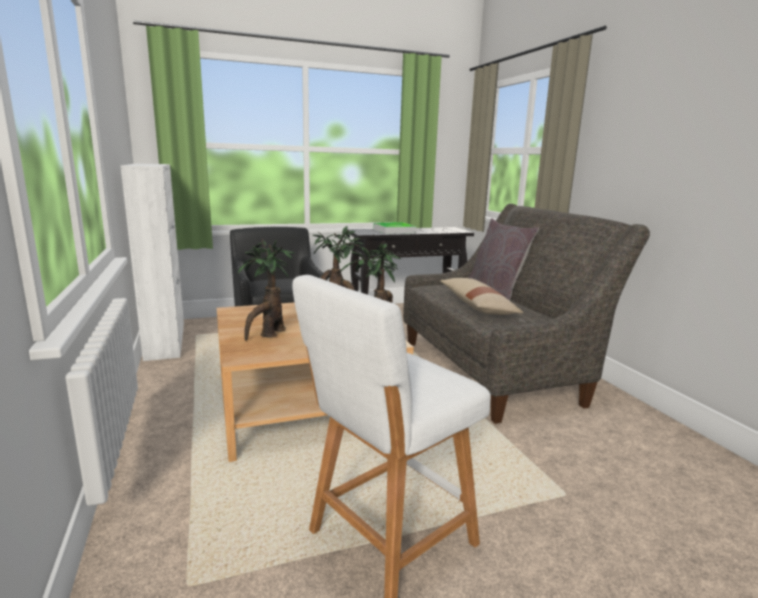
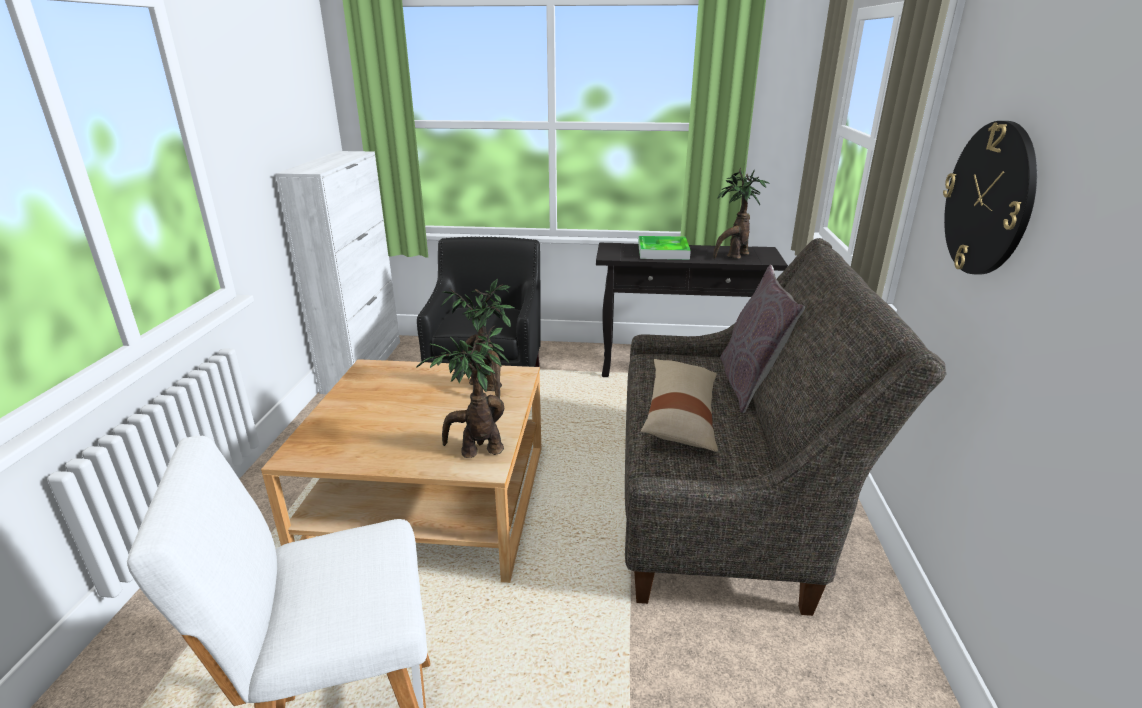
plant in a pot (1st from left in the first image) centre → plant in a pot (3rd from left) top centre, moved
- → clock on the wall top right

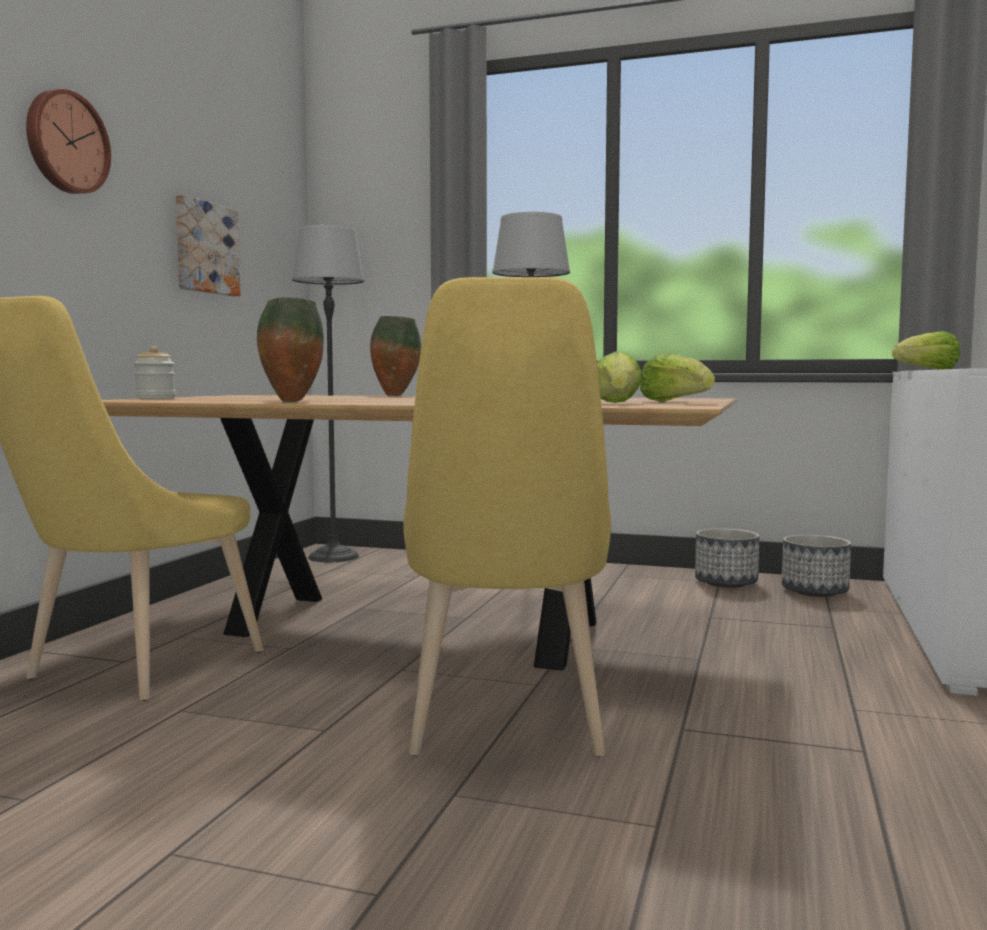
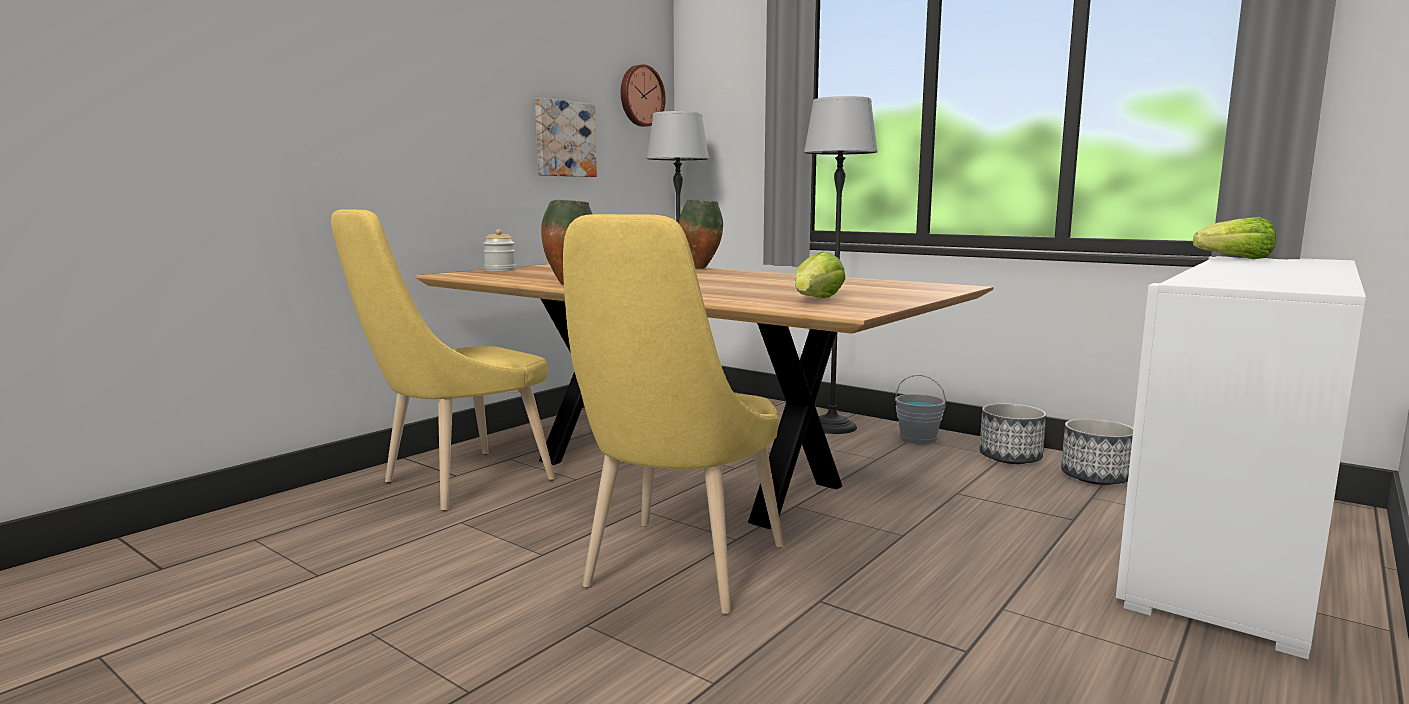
clock on the wall top left → clock on the wall top centre, moved
- → bucket (grey) centre
lettuce (2nd from left) middle right → -

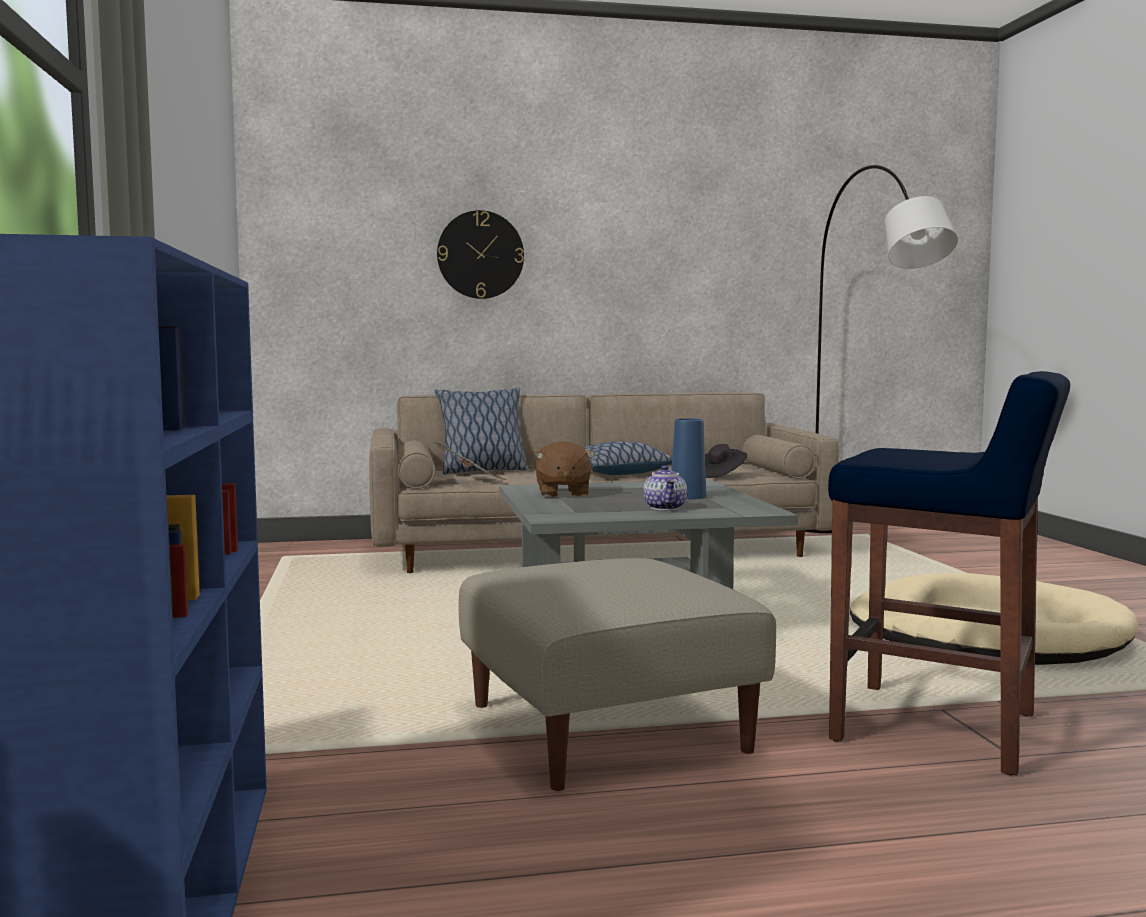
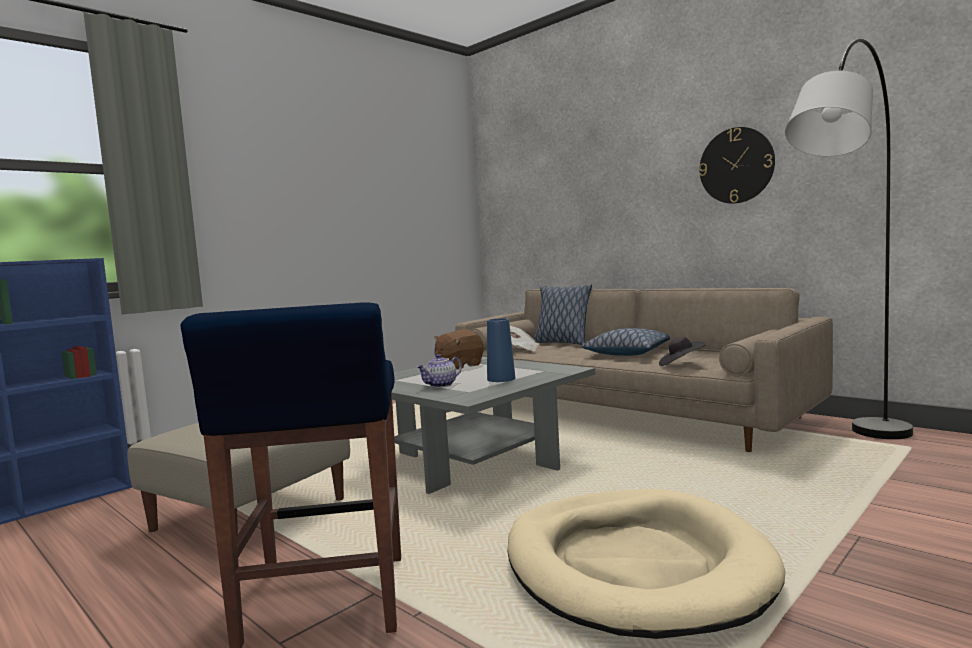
clock on the wall top centre → clock on the wall top right, moved

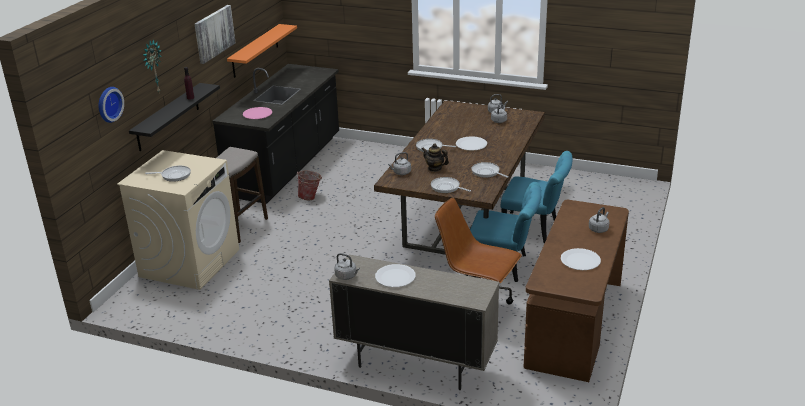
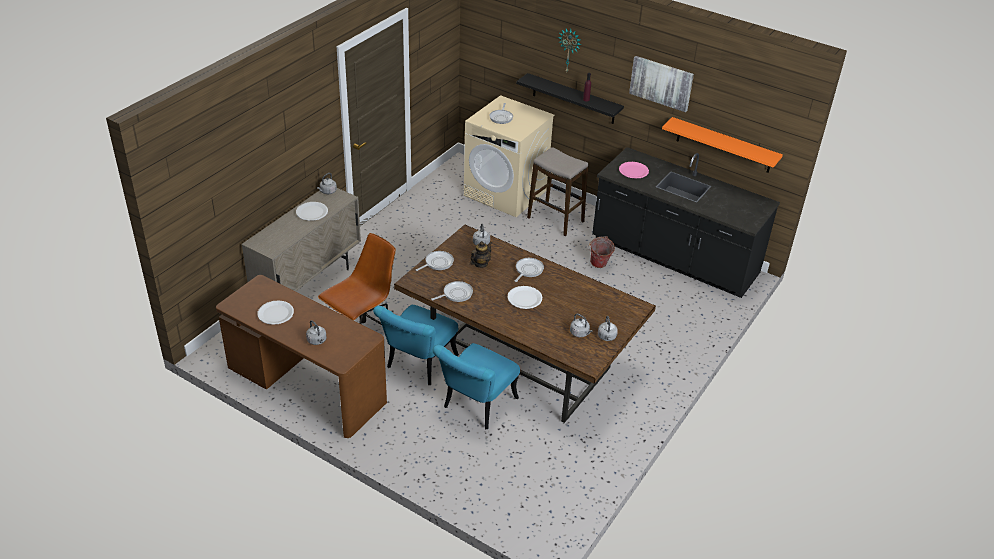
clock on the wall (1st from left) top left → -

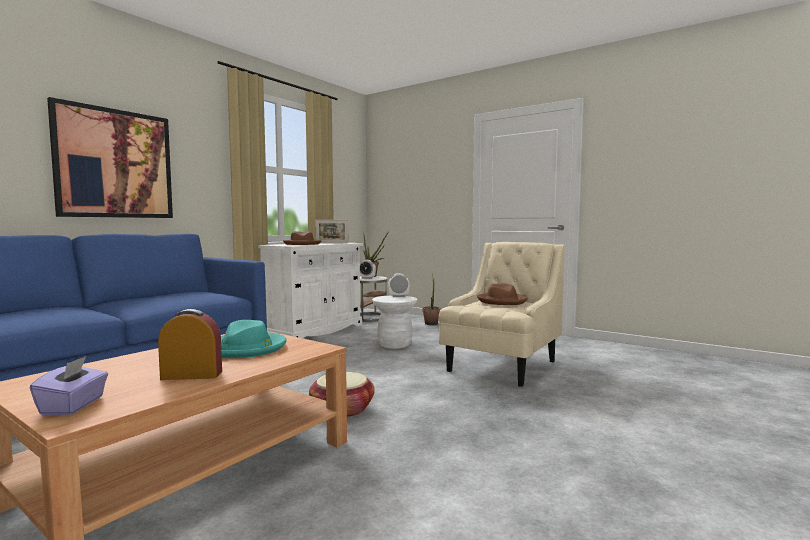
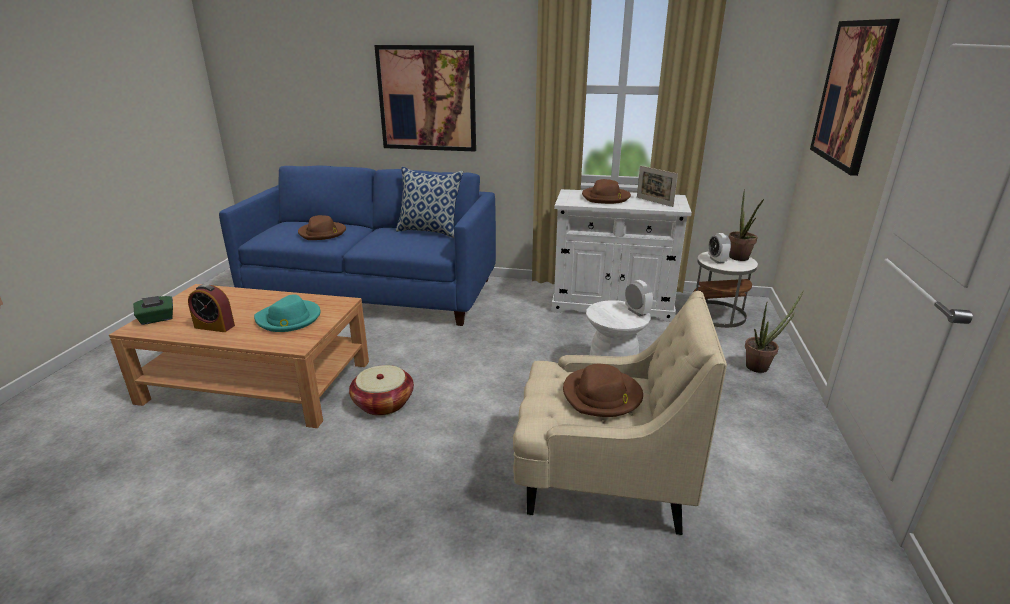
box of tissues (purple) bottom left → box of tissues (green) middle left
table clock (1st from left) middle left, 135 degrees clockwise
- → hat (brown-coloured) (1st from left) middle left
- → throw pillow centre
- → picture (2nd from left) top right

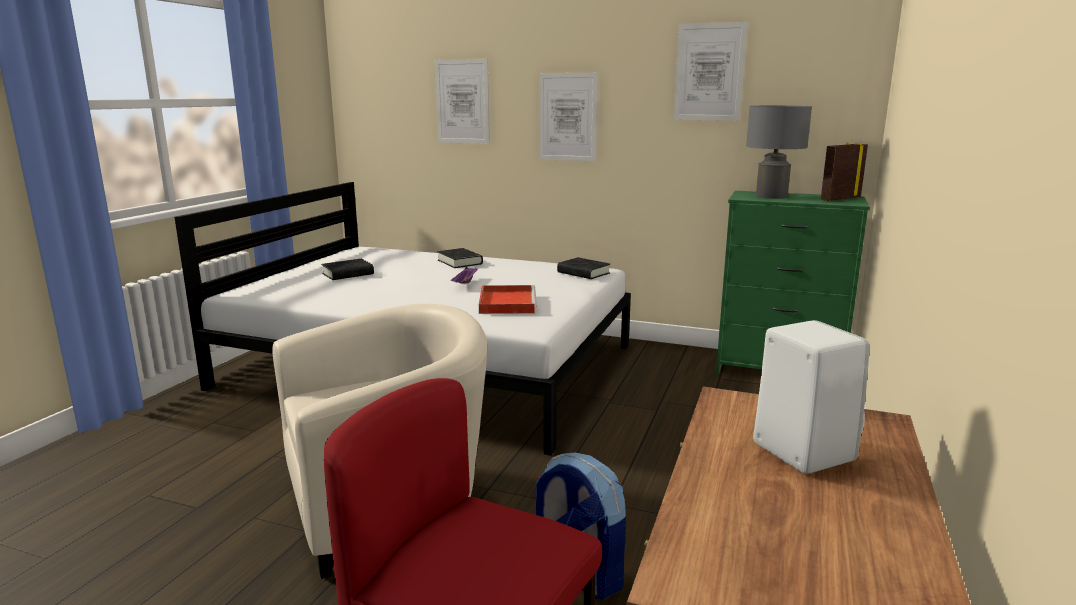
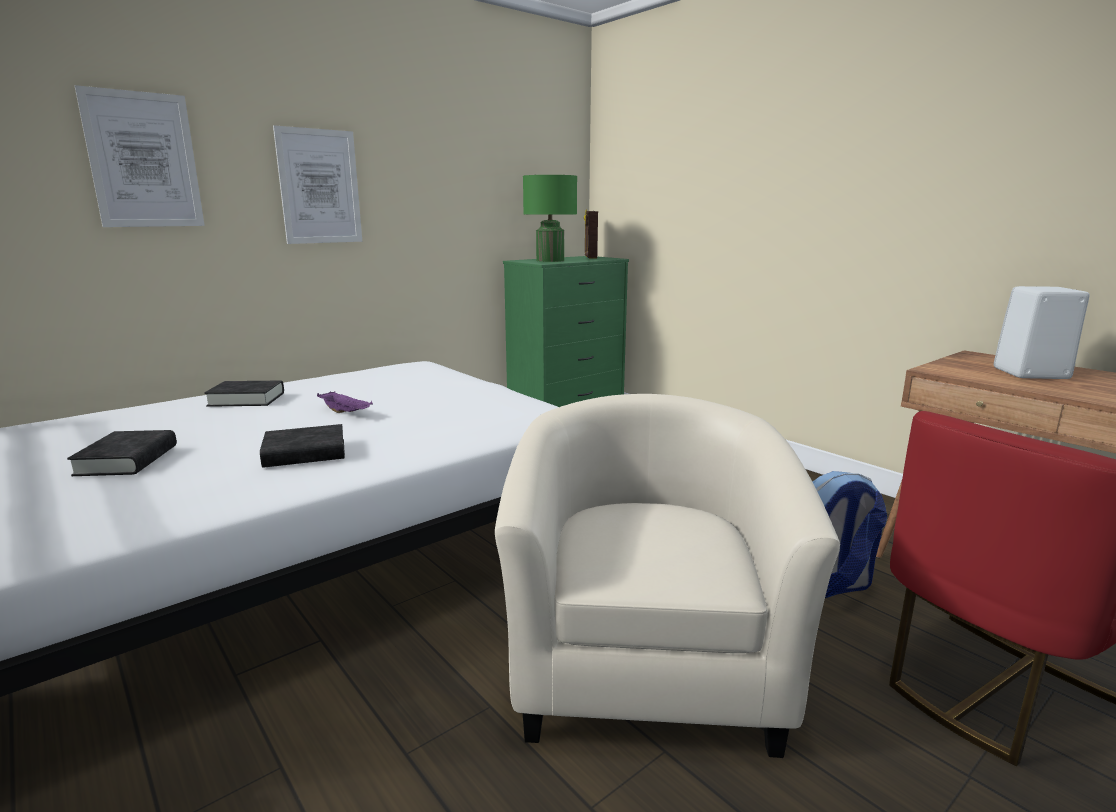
book (black-coloured) (3rd from left) centre → book (black-coloured) (3rd from left) middle left, moved
tabletop lamp (grey) top right → tabletop lamp (green) top centre
tray (red-coloured) centre → -
picture (3rd from left) top centre → -

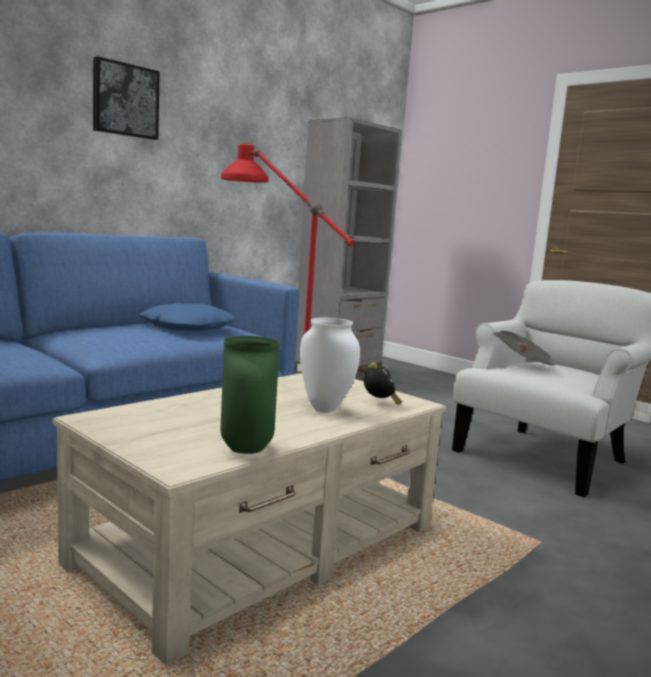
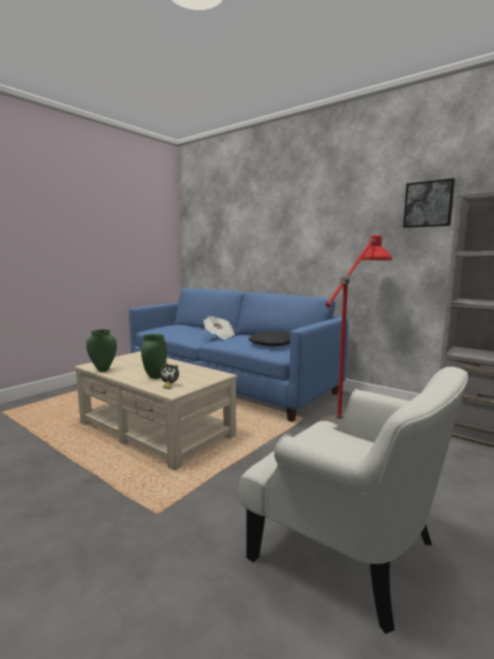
decorative vase (whitish) centre → decorative vase (green) (2nd from left) middle left
printed paper middle right → printed paper centre, moved
throw pillow (blue) middle left → throw pillow (black-coloured) centre
picture top left → picture top right, moved

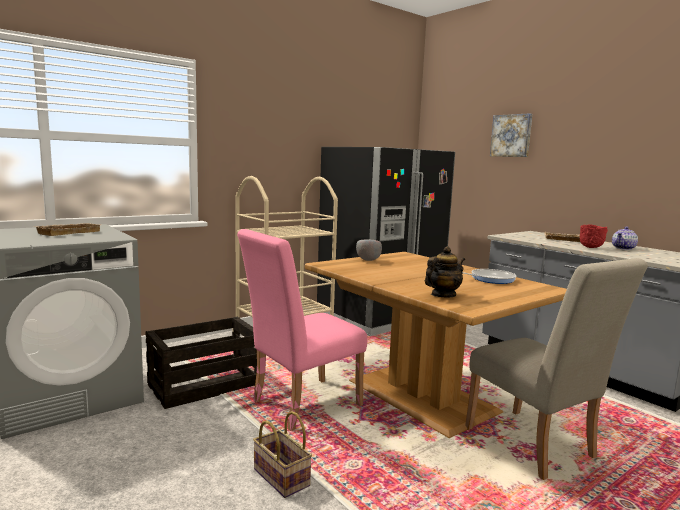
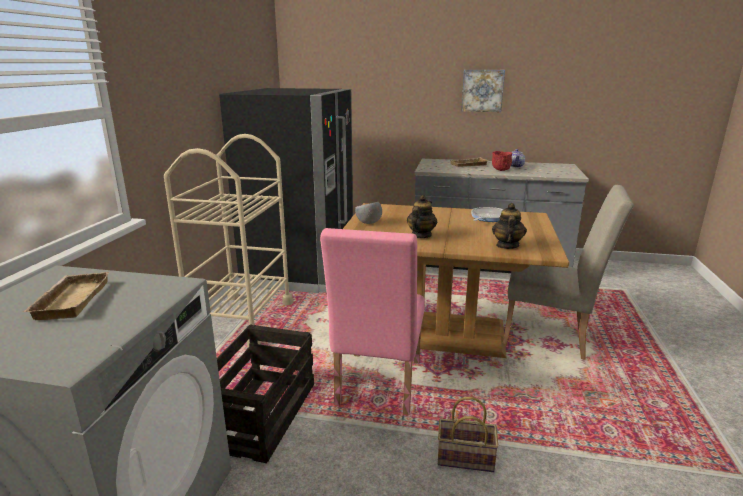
- → tea pot (1st from left) centre
picture top right → picture top centre, moved

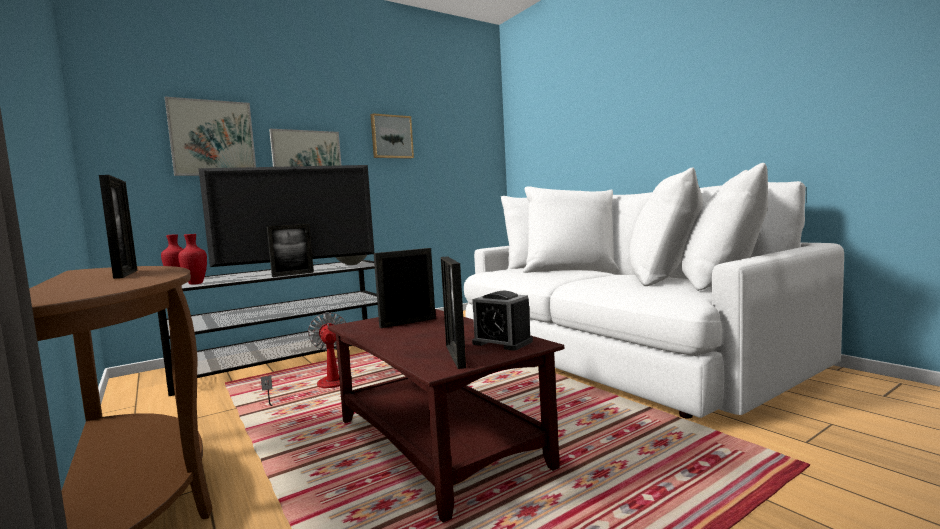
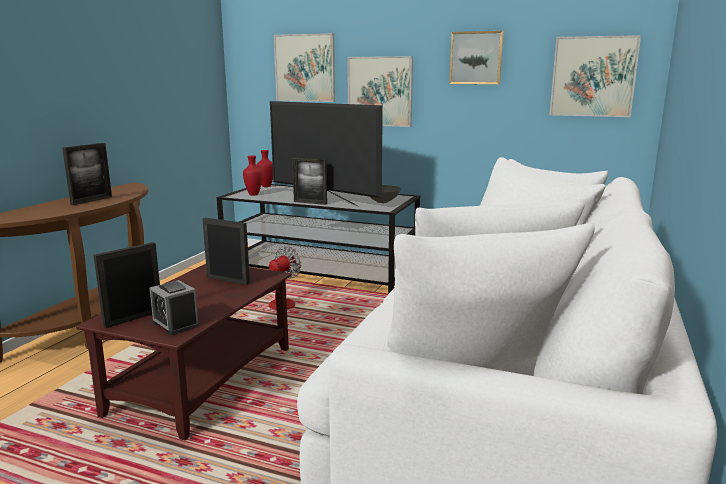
table clock centre → table clock middle left, 45 degrees counterclockwise
- → picture (4th from left) top right

